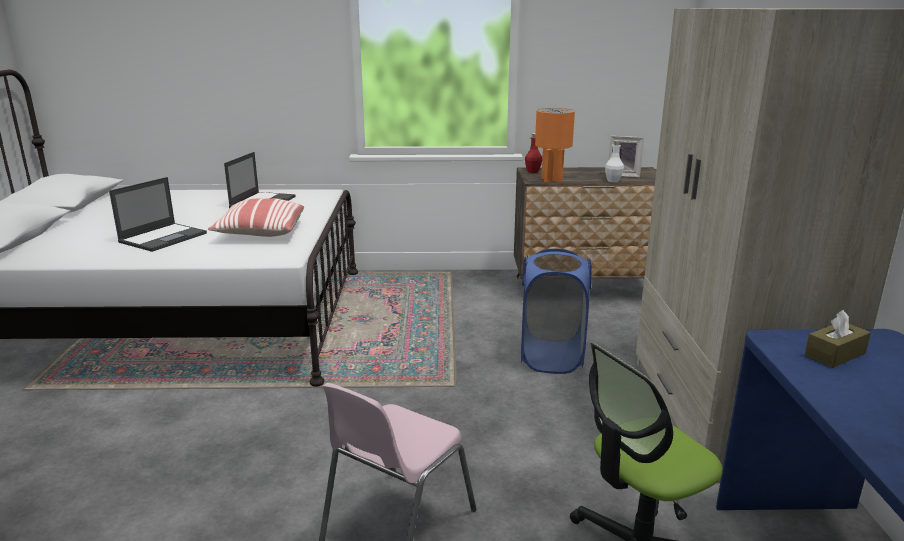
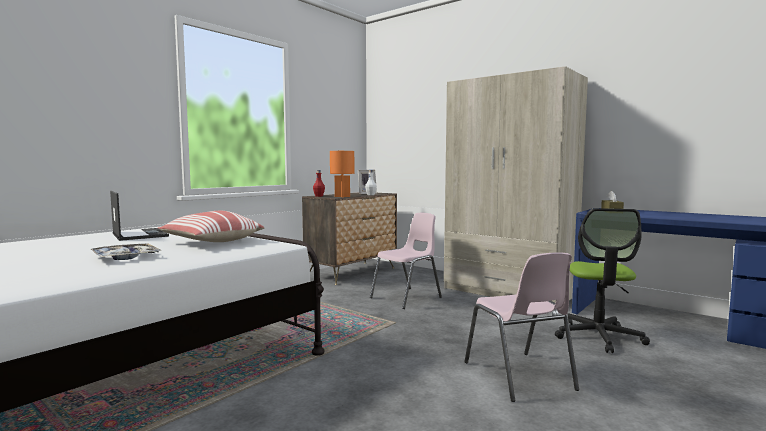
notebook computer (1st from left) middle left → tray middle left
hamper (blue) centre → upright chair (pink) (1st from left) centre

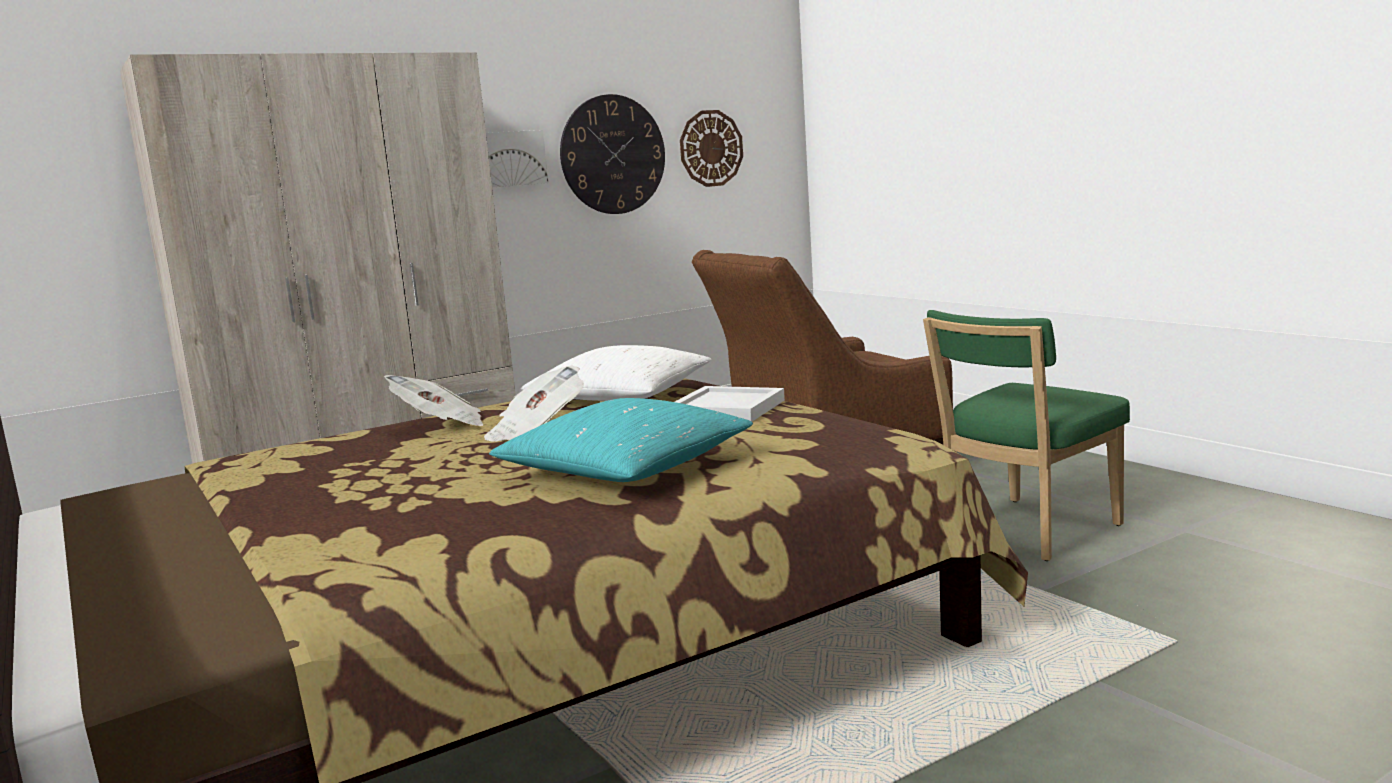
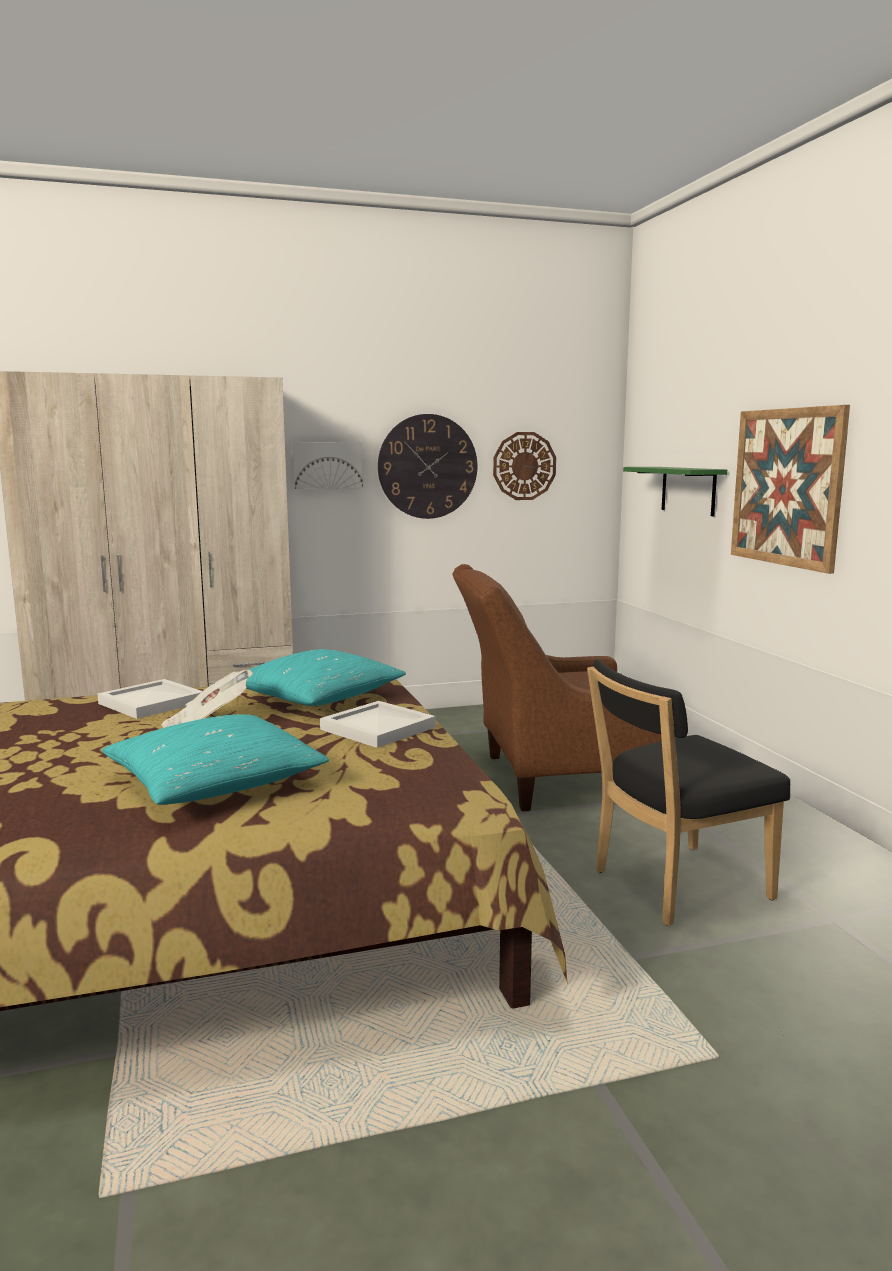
printed paper (1st from left) middle left → tray (whitish) (1st from left) middle left
throw pillow (whitish) centre → throw pillow (turquoise) (2nd from left) centre
upright chair (green) middle right → upright chair (black-coloured) middle right
- → bracket shelf (green) middle right
- → picture (2nd from left) middle right

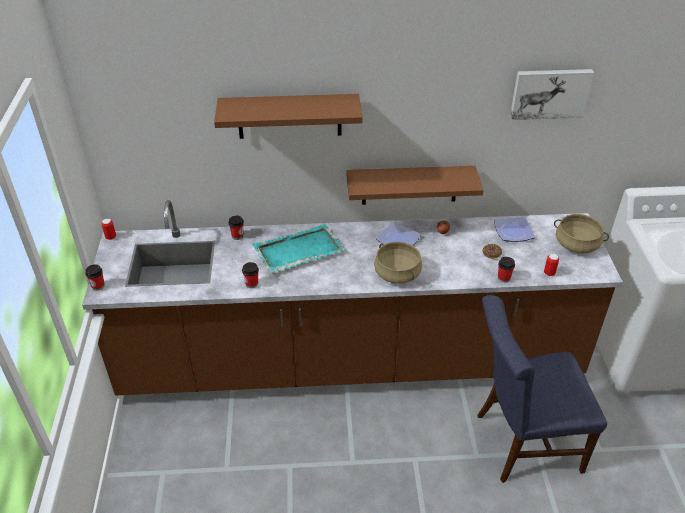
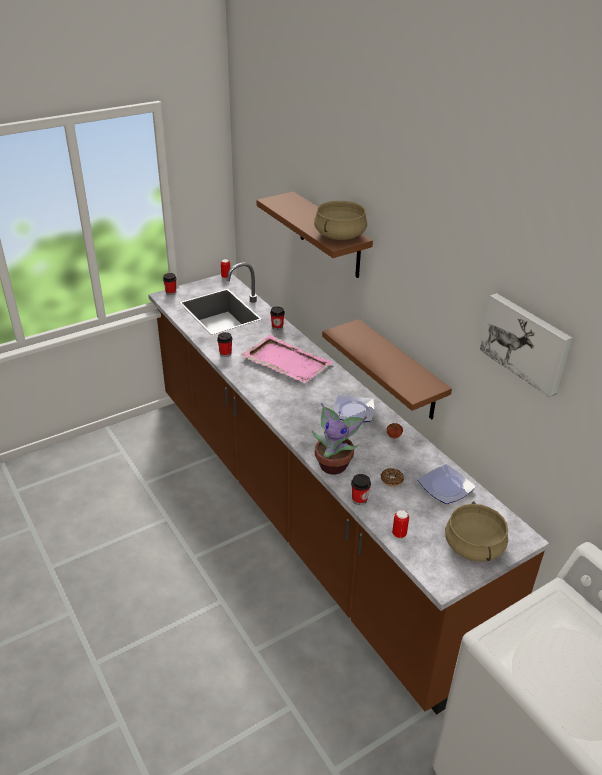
tray (turquoise) centre → tray (pink) centre
- → plant in a pot centre
cooking pot (beige) (1st from left) centre → cooking pot (beige) (1st from left) top centre, moved
upright chair (blue) bottom right → -

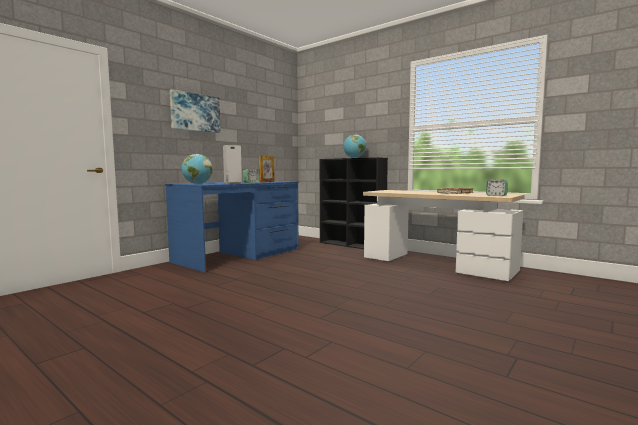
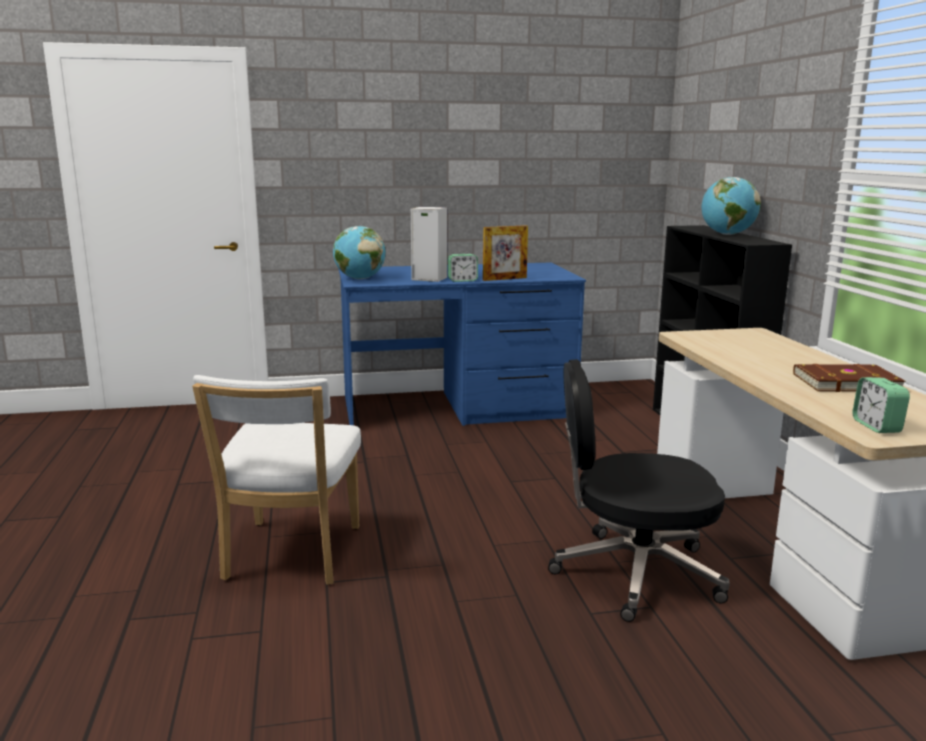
- → upright chair (whitish) middle left
- → office chair (black-coloured) middle right
picture top left → -

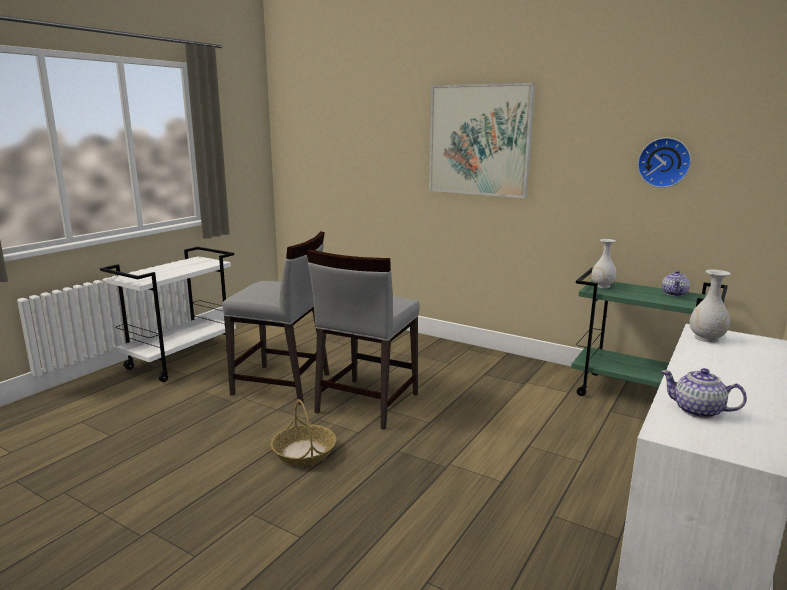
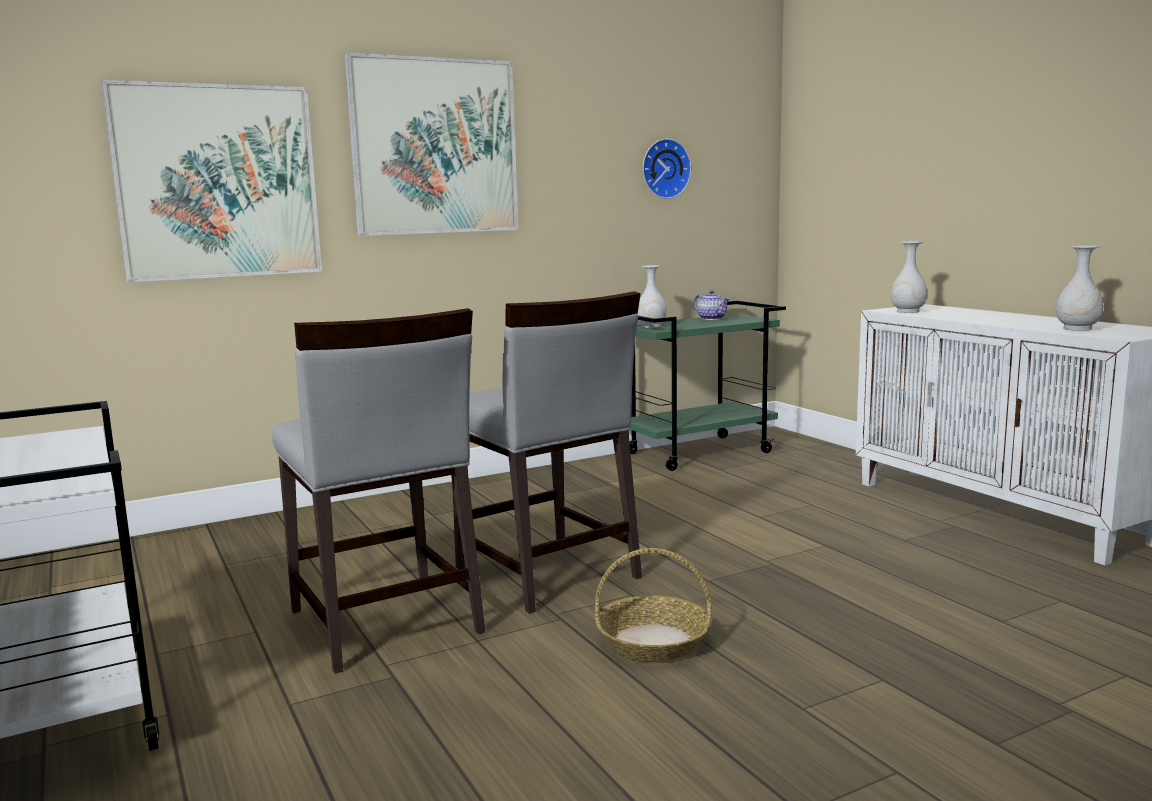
- → picture (1st from left) top left
upright chair (grey) (1st from left) centre → upright chair (grey) (1st from left) middle left, 105 degrees clockwise
tea pot (2nd from left) middle right → decorative vase (whitish) (3rd from left) middle right

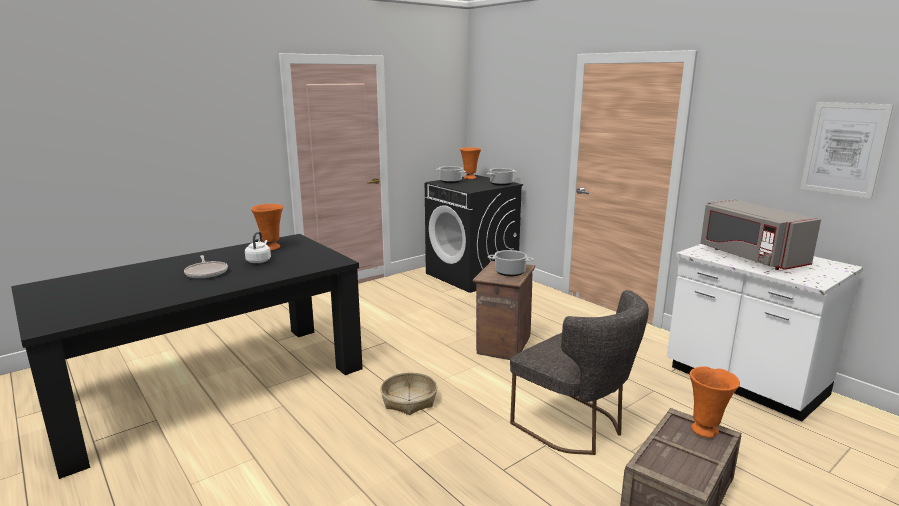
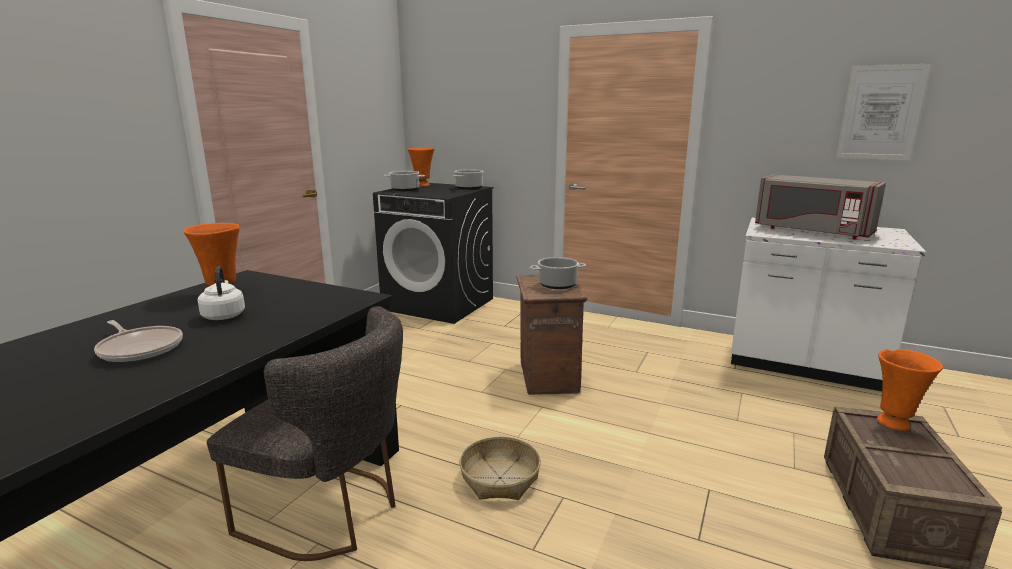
upright chair (grey) bottom centre → upright chair (grey) bottom left, moved

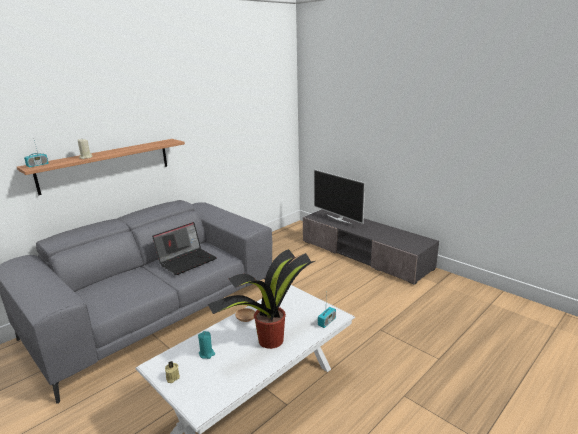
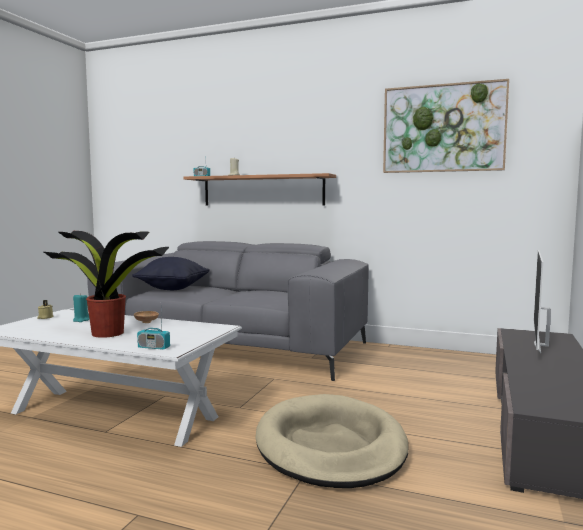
- → throw pillow (black-coloured) middle left
- → pet bed (beige) bottom centre
- → picture top right
notebook computer middle left → -

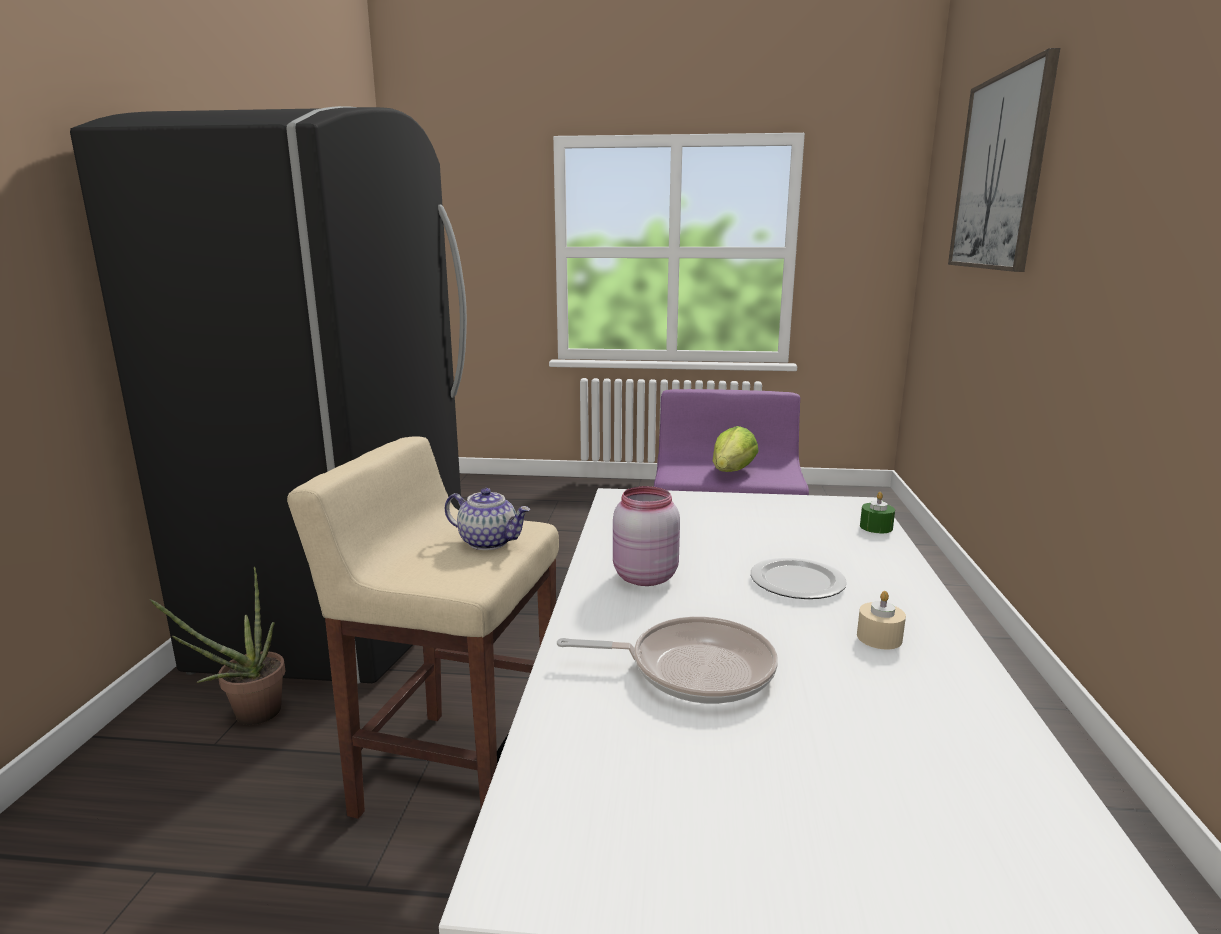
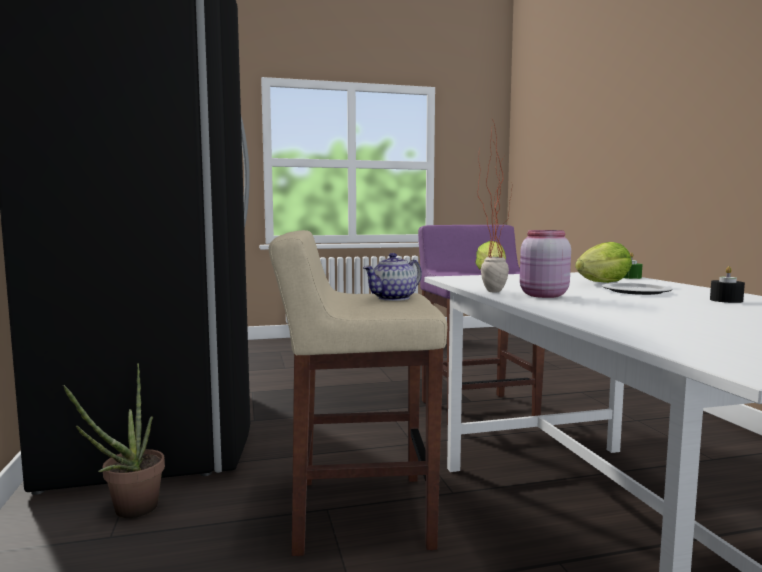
tea pot centre, 135 degrees clockwise
- → plant in a pot (2nd from left) centre
- → lettuce (2nd from left) middle right
candle (beige) middle right → candle (black-coloured) middle right
pan bottom centre → -
picture top right → -

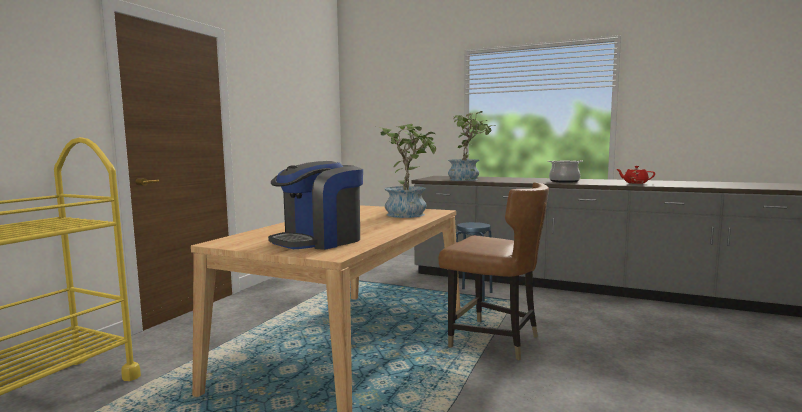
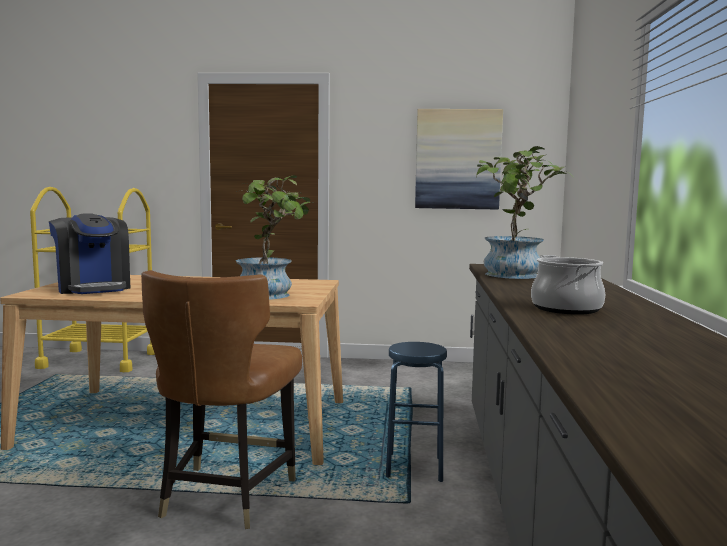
coffee maker centre → coffee maker middle left, 150 degrees counterclockwise
- → picture top centre
tea pot (red-coloured) middle right → -

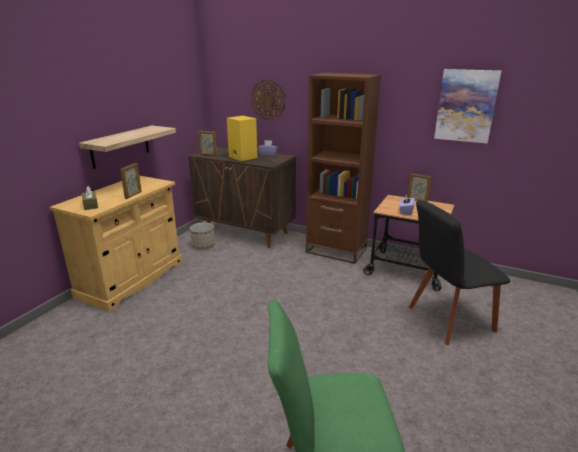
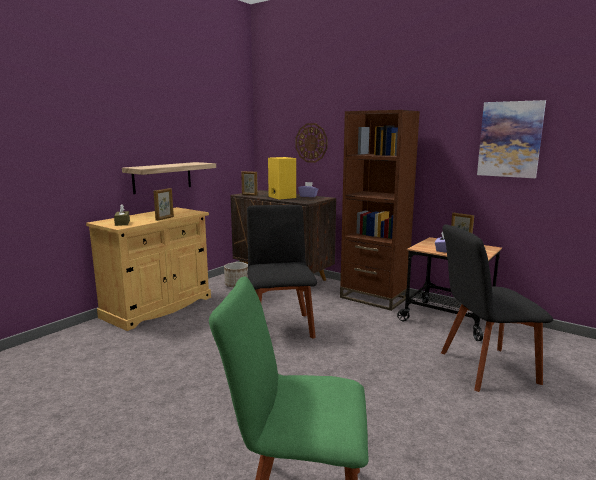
- → upright chair (black-coloured) (1st from left) centre

